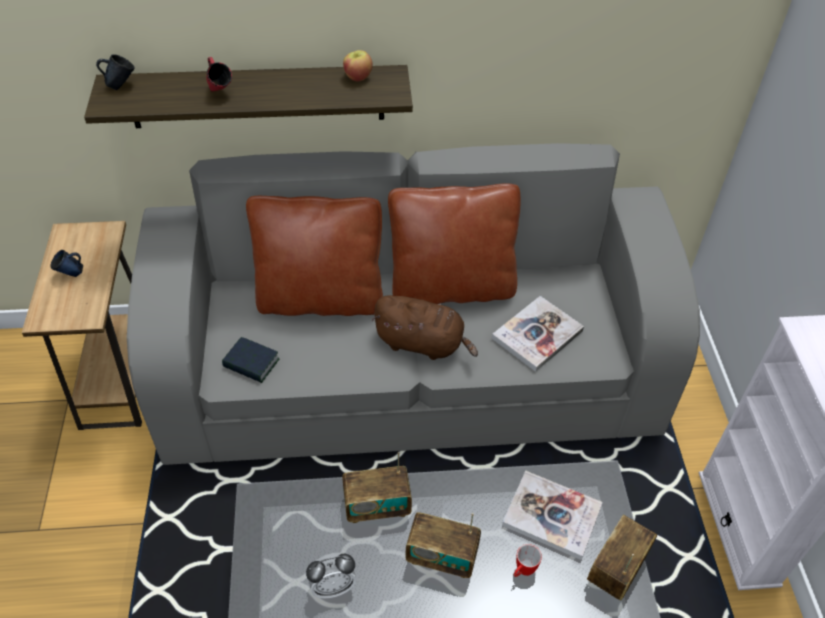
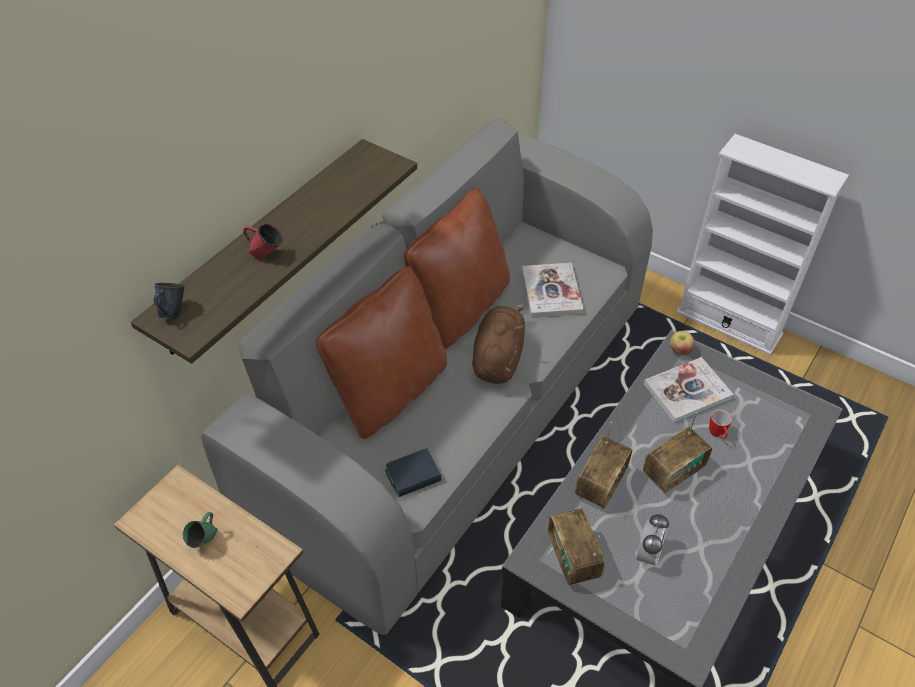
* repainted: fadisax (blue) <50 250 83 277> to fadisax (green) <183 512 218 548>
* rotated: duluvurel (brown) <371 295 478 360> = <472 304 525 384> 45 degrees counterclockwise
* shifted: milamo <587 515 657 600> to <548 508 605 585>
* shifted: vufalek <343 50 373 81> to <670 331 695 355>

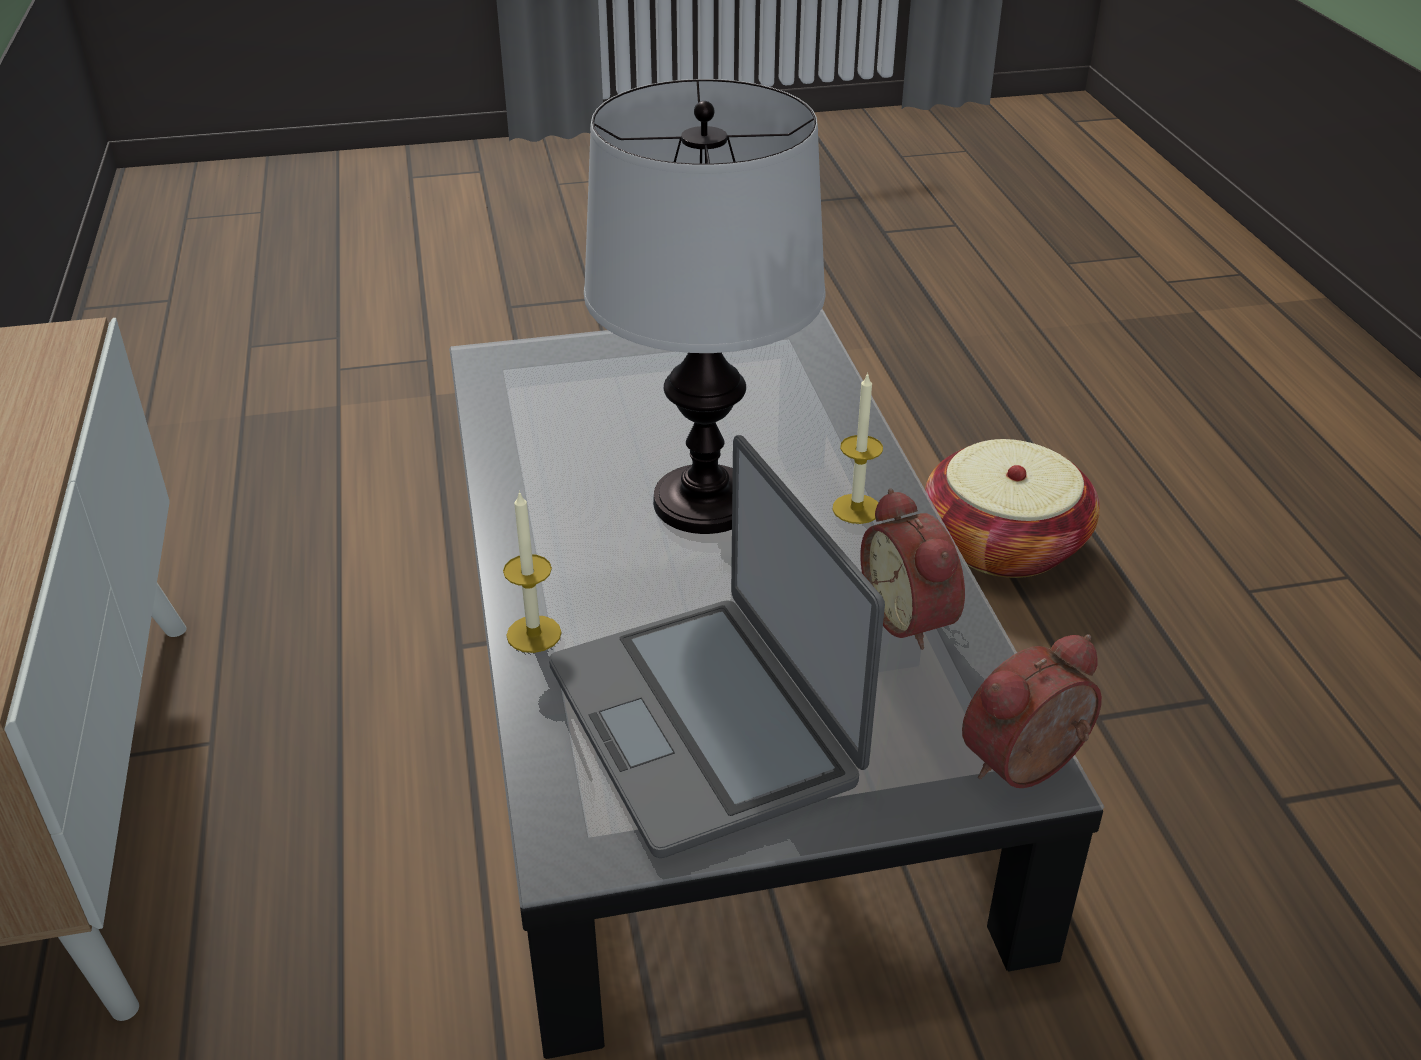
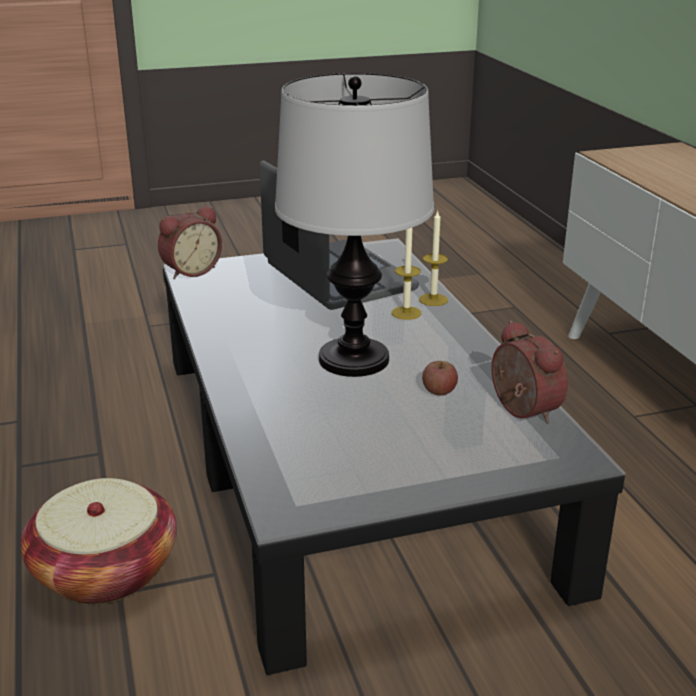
* shifted: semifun <833 372 883 524> to <392 228 421 320>
* new: vufalek <422 361 458 395>
* shifted: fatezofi <860 488 965 650> to <491 320 568 424>

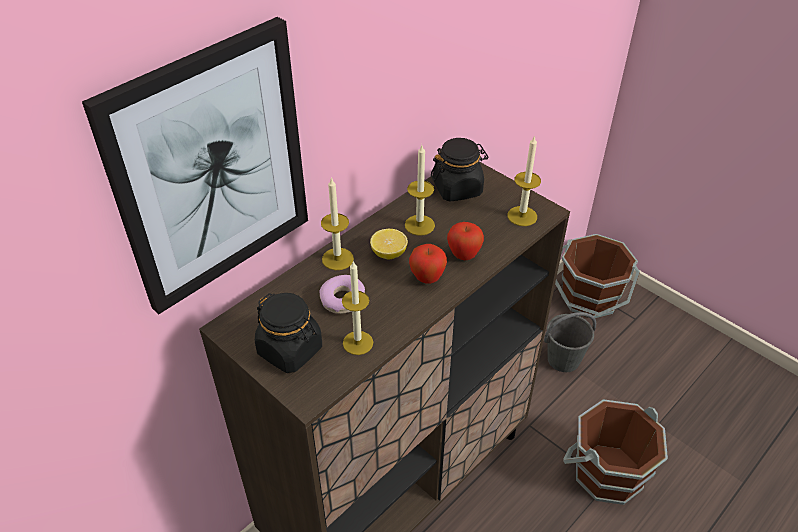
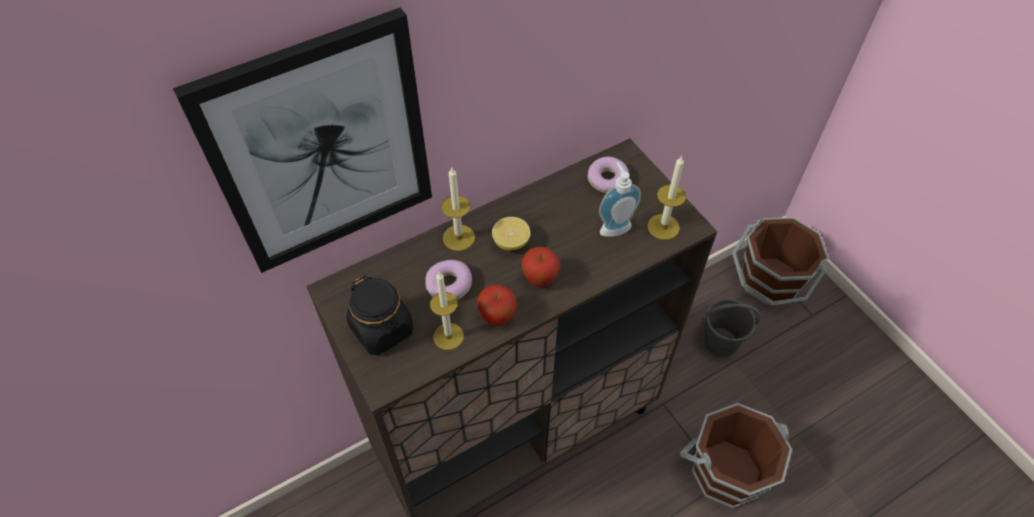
* shifted: vufalek <447 222 484 260> to <477 285 517 326>
* swapped: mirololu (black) <431 138 489 202> to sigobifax <587 156 629 193>
* new: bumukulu <599 162 641 237>
* gone: semifun <405 145 435 236>

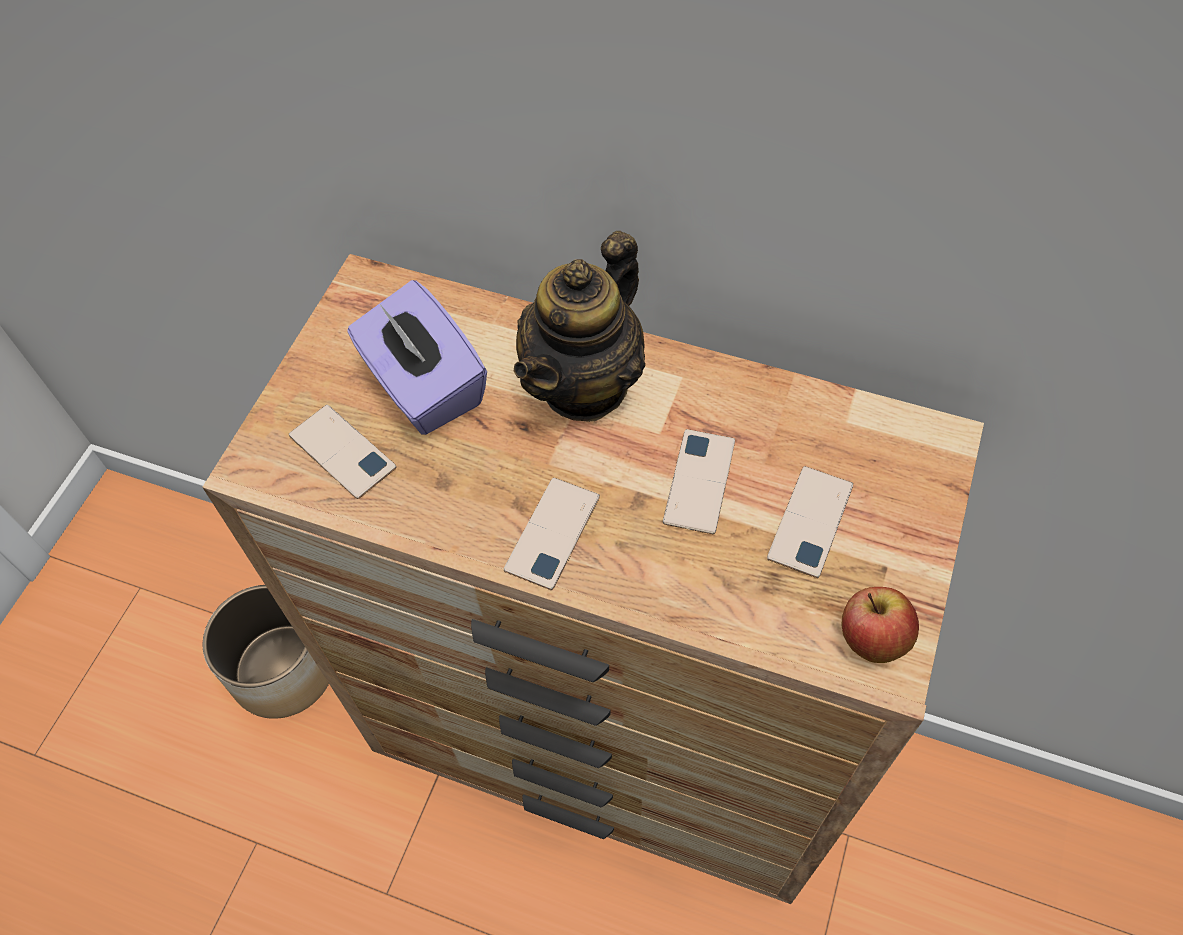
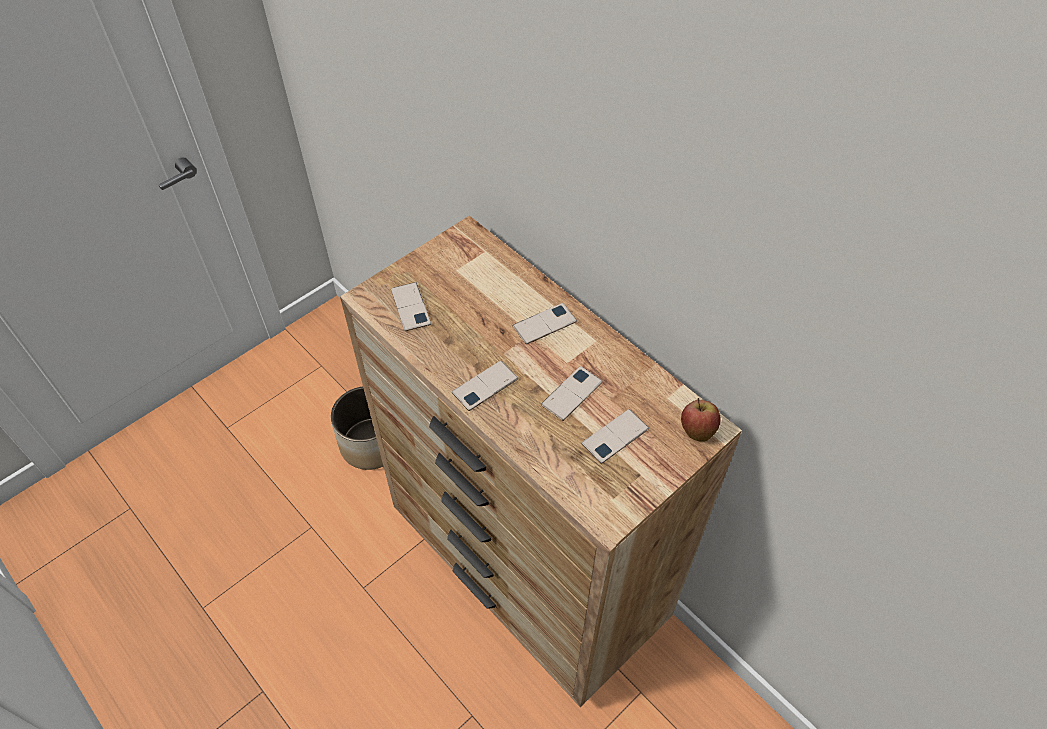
* swapped: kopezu <514 231 646 422> to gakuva <513 303 577 344>
* shifted: vufalek <842 587 919 663> to <681 398 720 442>
* gone: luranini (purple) <347 280 487 435>

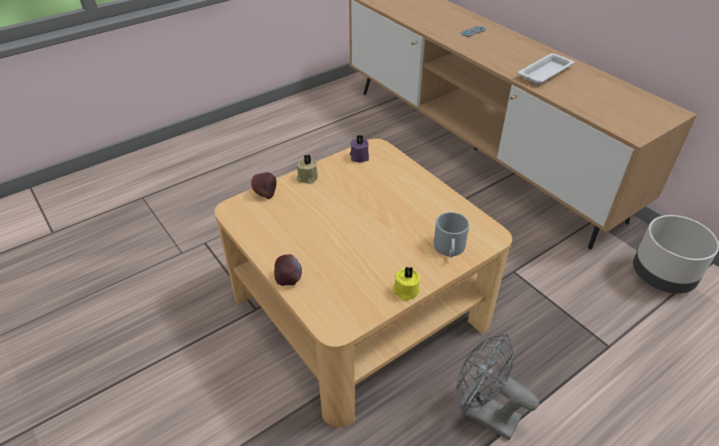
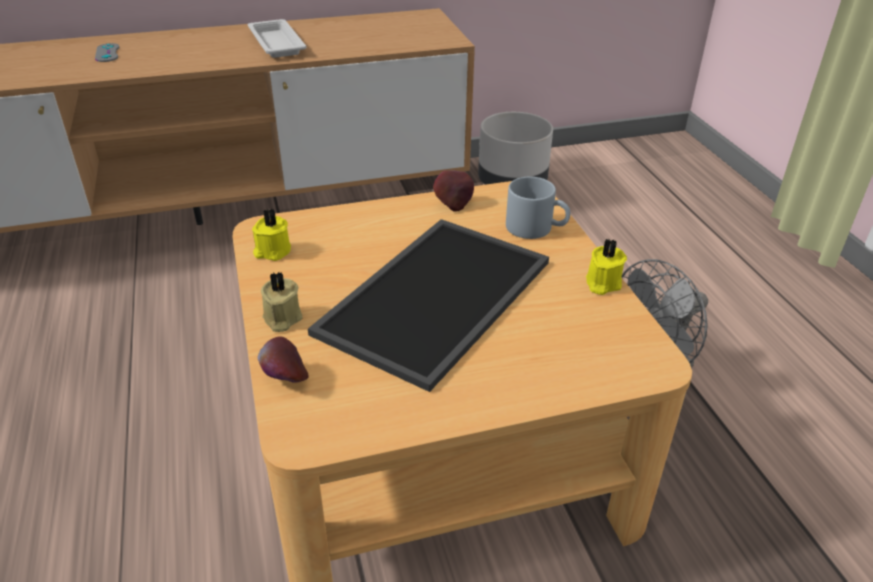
* repainted: semifun (purple) <350 134 369 163> to semifun (yellow) <252 209 291 261>
* new: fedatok <308 219 549 392>
* shifted: vufalek <274 254 302 286> to <433 170 474 212>

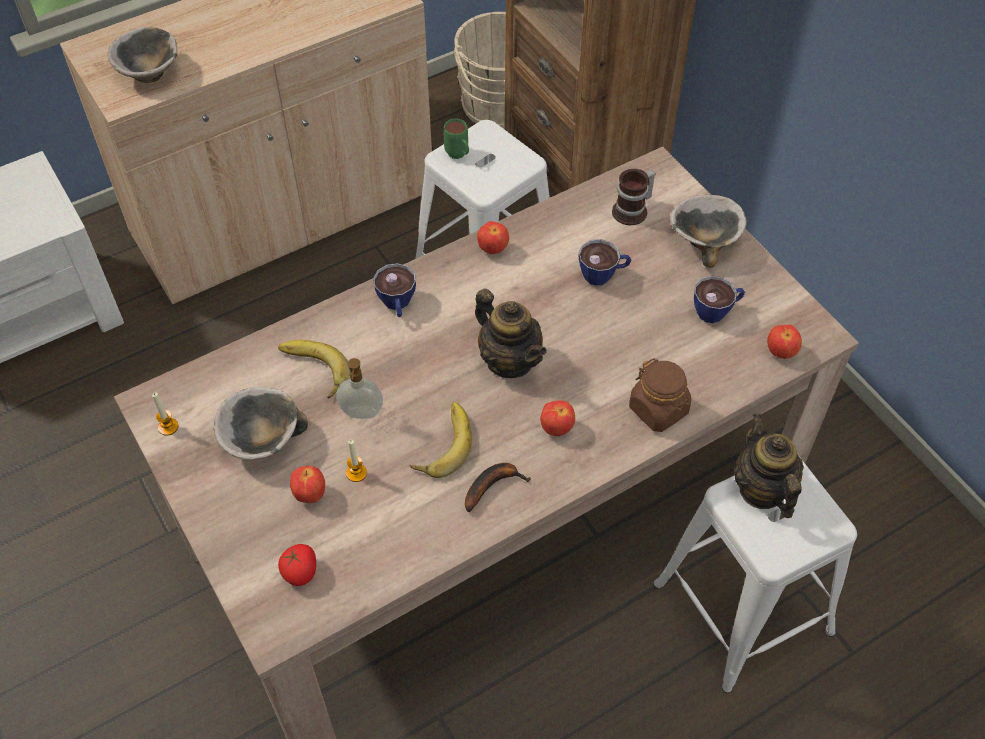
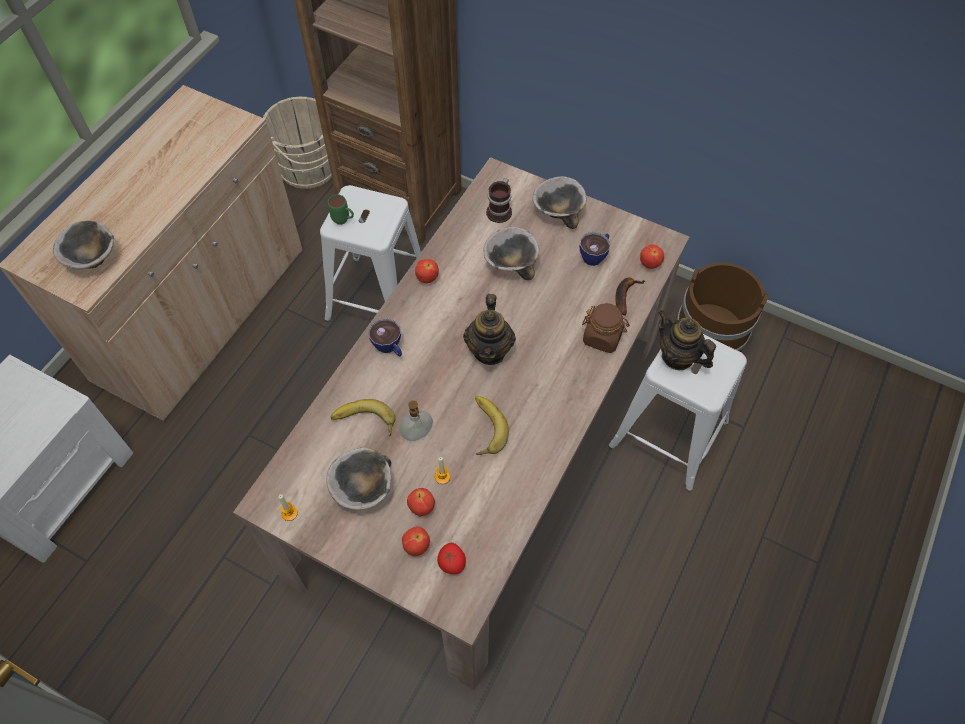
* shifted: vufalek <540 400 575 436> to <402 526 430 556>
* rotated: kopezu <475 289 547 378> = <463 294 516 365> 75 degrees clockwise
* swapped: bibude <579 239 631 286> to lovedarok <483 227 539 280>
* shifted: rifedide <465 463 531 512> to <615 278 645 316>
* new: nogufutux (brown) <676 262 769 360>

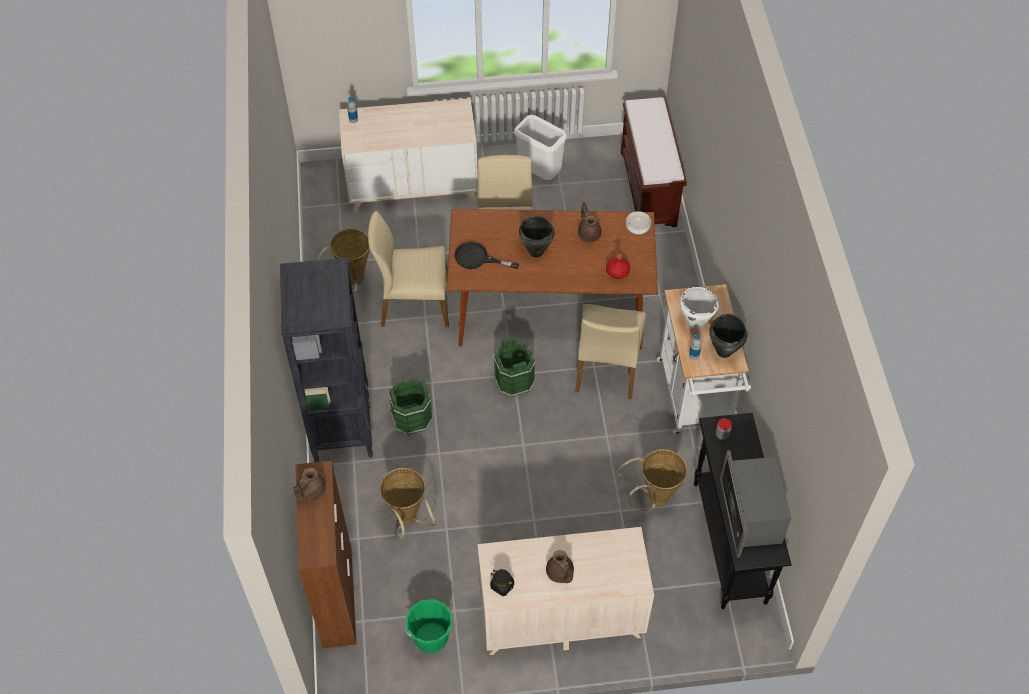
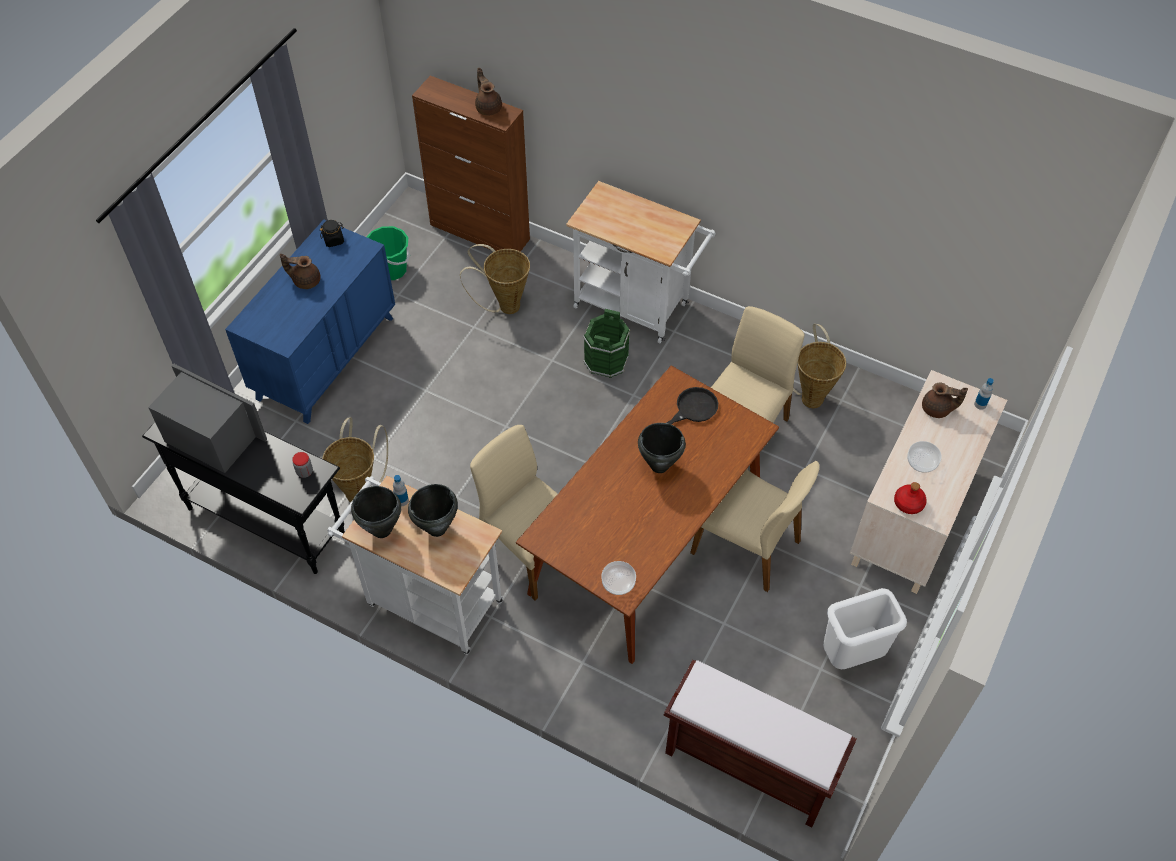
* repainted: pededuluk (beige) <477 527 654 655> to pededuluk (blue) <225 220 395 424>
* repainted: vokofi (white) <680 287 719 329> to vokofi (black) <408 484 458 537>
* swapped: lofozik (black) <280 258 373 462> to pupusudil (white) <566 181 716 343>
* shifted: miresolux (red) <606 253 630 279> to <894 482 927 514>
* new: lovedarok <907 441 942 473>
* shifted: kopezu (brown) <578 202 601 242> to <922 383 968 418>
* gone: nogufutux (green) <493 337 536 397>

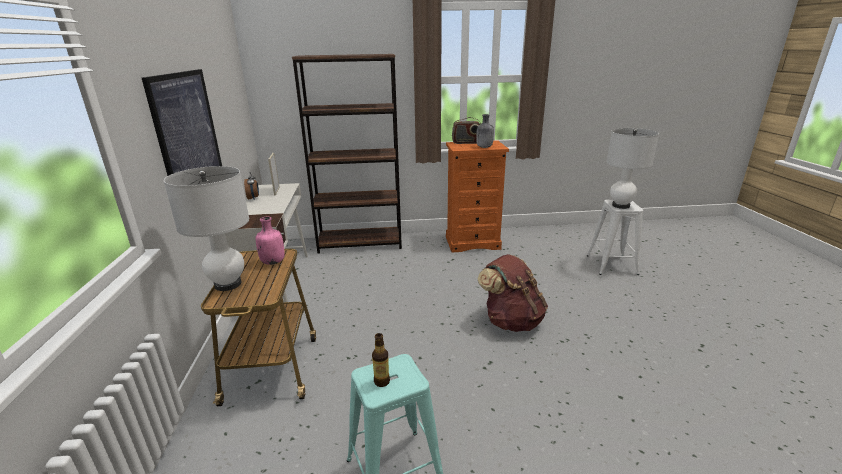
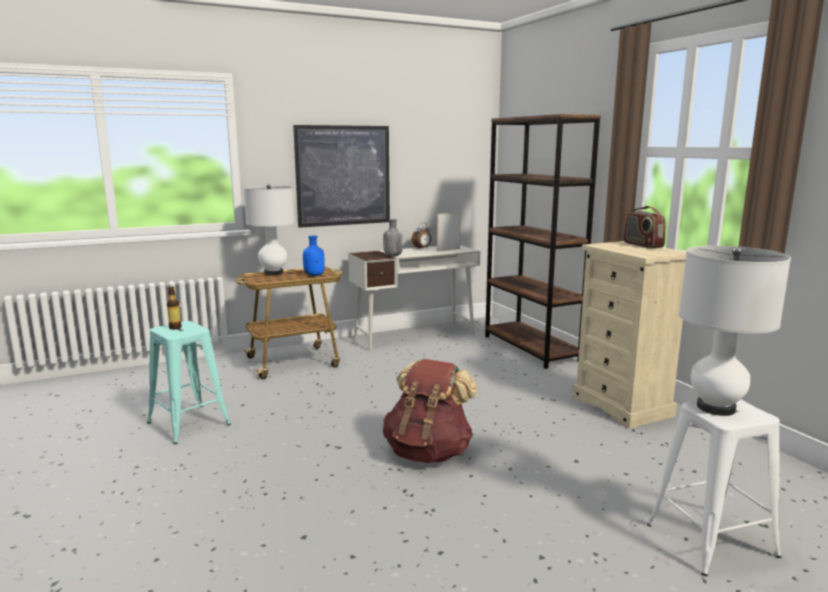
* repainted: miresolux (pink) <256 217 285 265> to miresolux (blue) <303 236 325 276>
* shifted: miresolux (grey) <476 114 494 148> to <383 219 403 256>
* repainted: pededuluk (orange) <446 140 509 252> to pededuluk (beige) <573 241 686 429>

